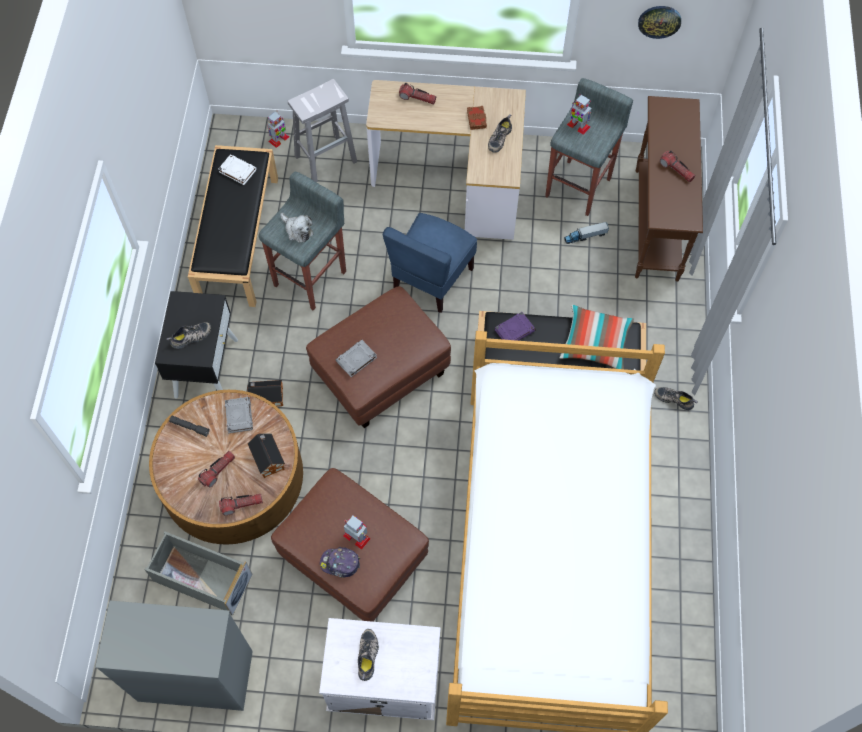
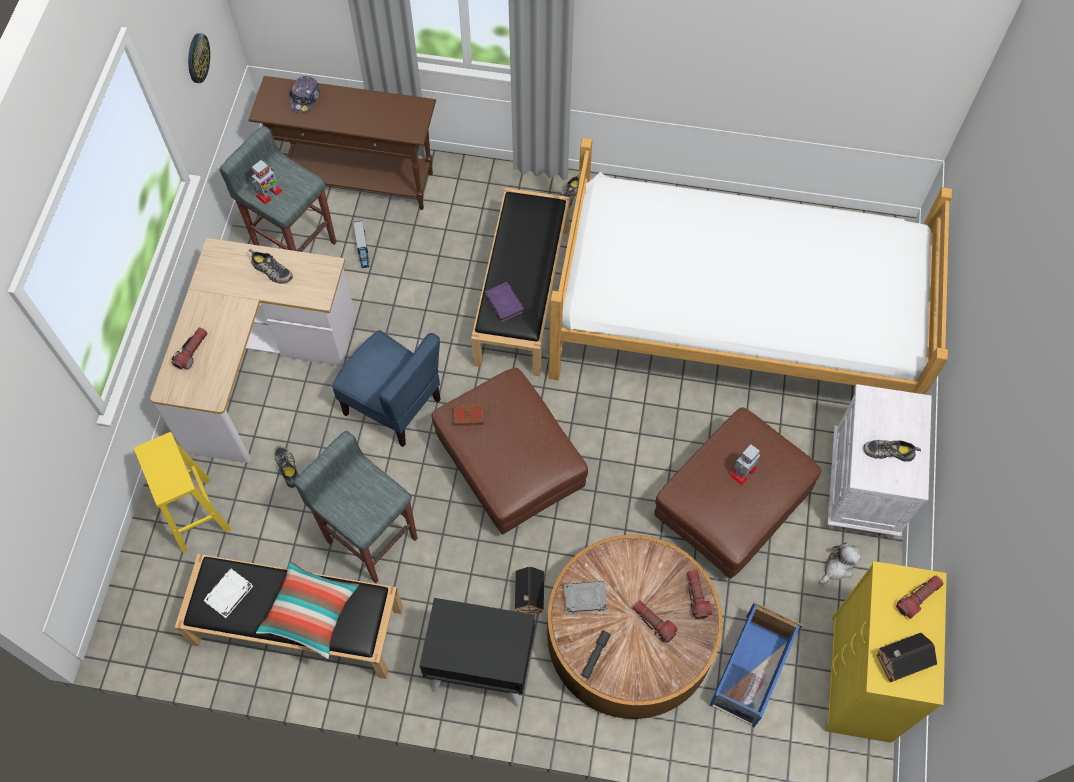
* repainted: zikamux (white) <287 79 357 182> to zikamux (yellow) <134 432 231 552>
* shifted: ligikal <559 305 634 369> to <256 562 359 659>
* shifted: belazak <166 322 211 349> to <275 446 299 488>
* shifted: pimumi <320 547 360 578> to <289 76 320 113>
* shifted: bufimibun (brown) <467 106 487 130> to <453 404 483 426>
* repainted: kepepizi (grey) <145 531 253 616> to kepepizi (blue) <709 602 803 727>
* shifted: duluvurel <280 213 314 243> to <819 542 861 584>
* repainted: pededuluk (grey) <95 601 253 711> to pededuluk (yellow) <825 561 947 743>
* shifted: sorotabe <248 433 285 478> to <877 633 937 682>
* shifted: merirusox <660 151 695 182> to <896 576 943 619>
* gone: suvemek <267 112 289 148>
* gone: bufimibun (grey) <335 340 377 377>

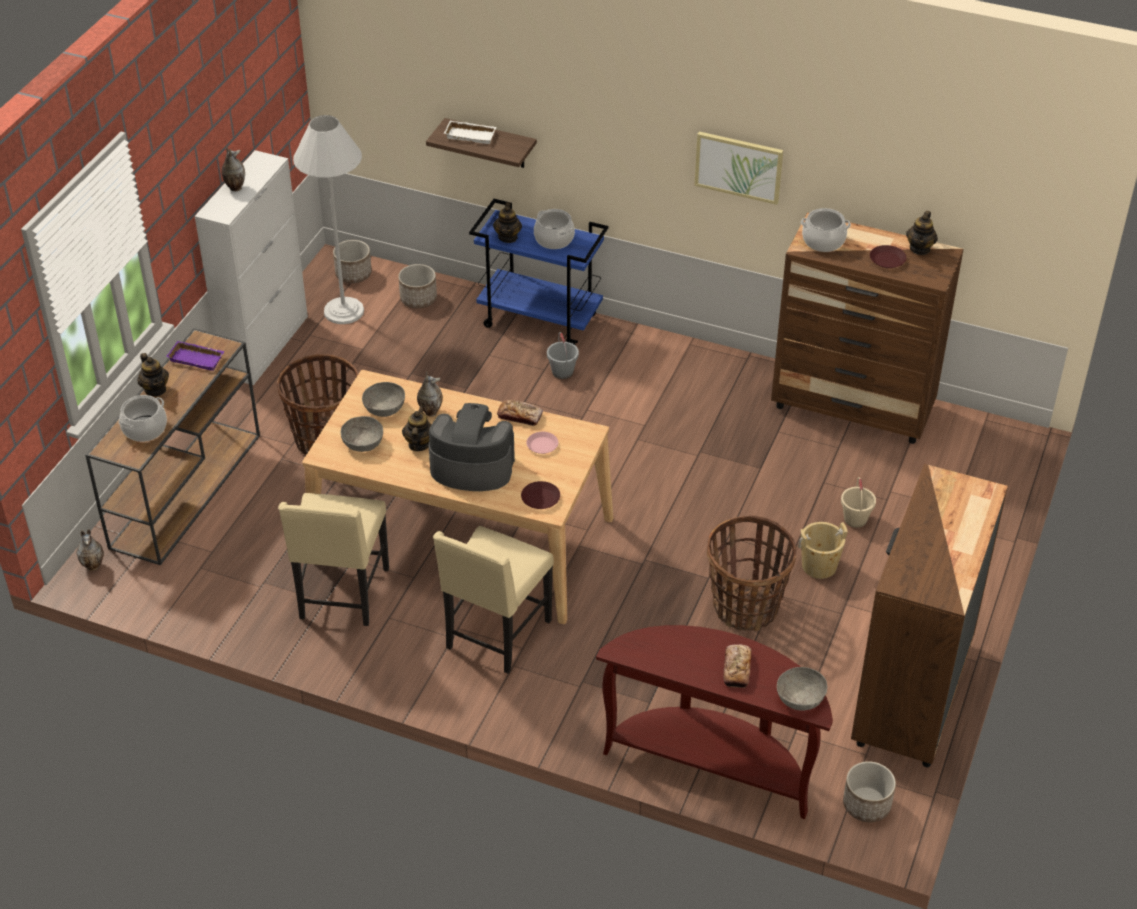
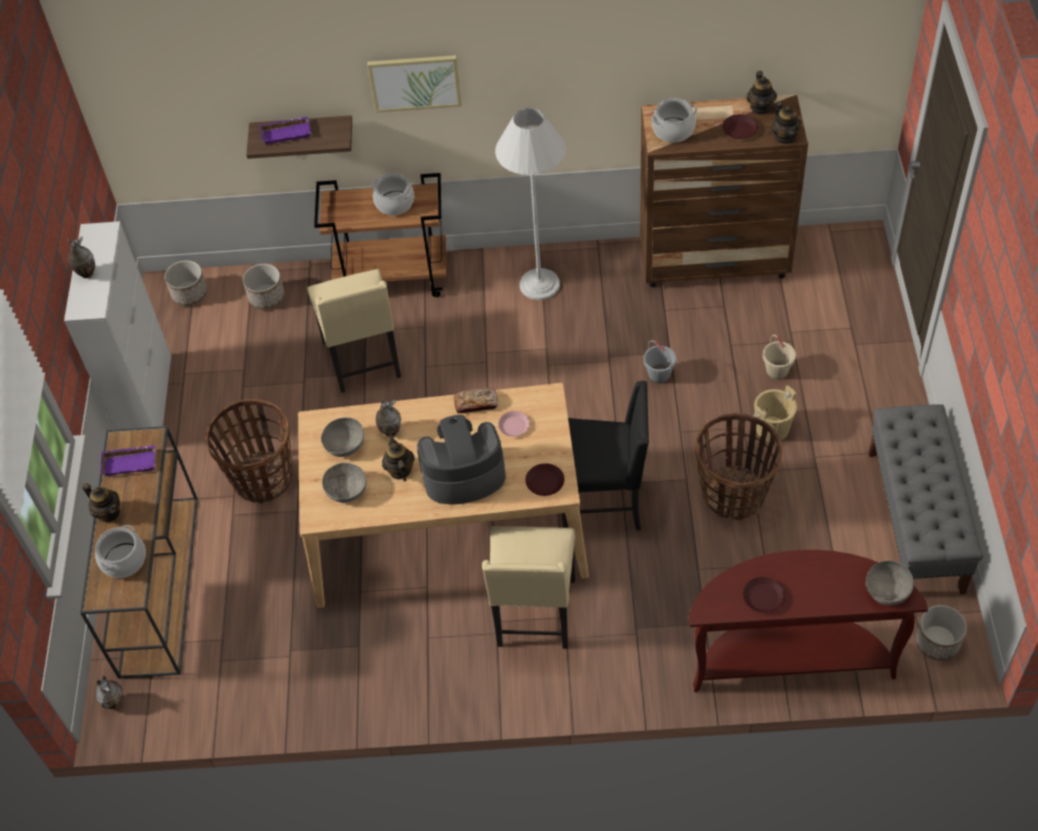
* repainted: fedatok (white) <444 120 497 144> to fedatok (purple) <259 116 311 145>
* shifted: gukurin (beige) <278 493 389 626> to <307 269 401 393>
* repainted: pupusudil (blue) <469 199 608 346> to pupusudil (brown) <314 173 447 297>
* shifted: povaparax <695 132 783 205> to <367 55 462 113>
* shifted: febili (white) <293 115 364 324> to <495 108 566 300>
* new: gukurin (black) <562 381 649 530>
* shifted: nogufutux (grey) <547 332 579 379> to <643 340 676 384>
* new: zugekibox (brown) <743 577 785 613>
* shifted: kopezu <493 202 522 243> to <772 101 801 144>
* swapped: pededuluk (brown) <851 464 1008 767> to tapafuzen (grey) <869 404 983 594>
* gone: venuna <723 644 752 688>

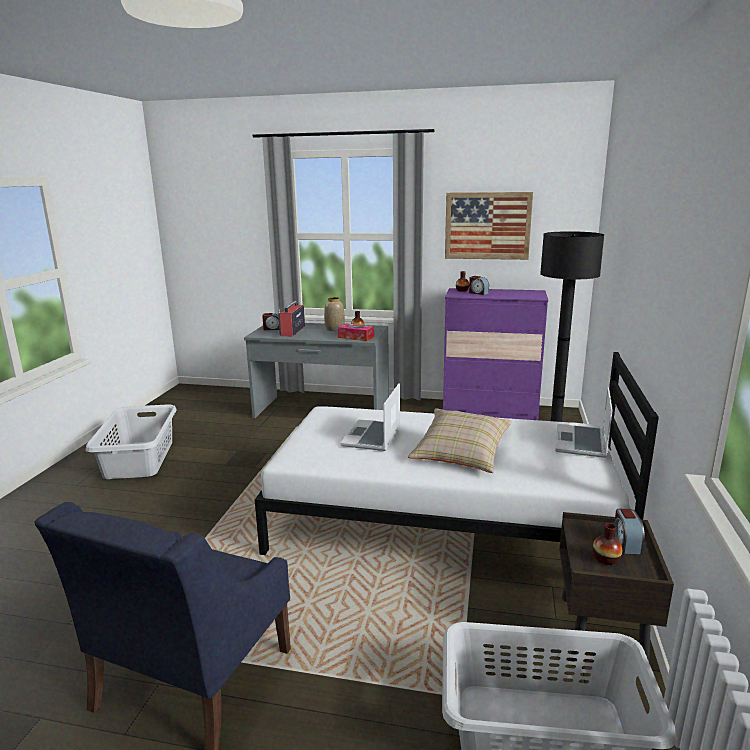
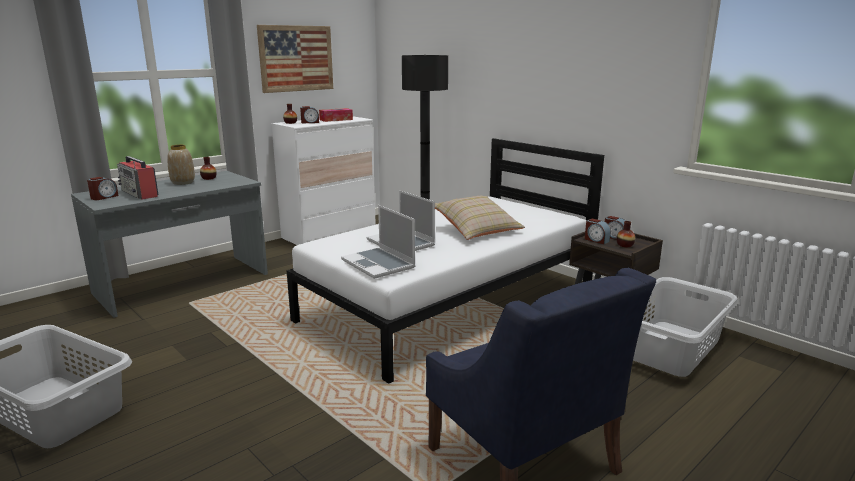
* repainted: pededuluk (purple) <443 288 548 420> to pededuluk (white) <271 116 376 245>
* shifted: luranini <338 323 374 341> to <319 108 353 122>
* shifted: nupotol <555 387 613 458> to <341 205 415 279>
* new: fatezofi <585 219 611 244>

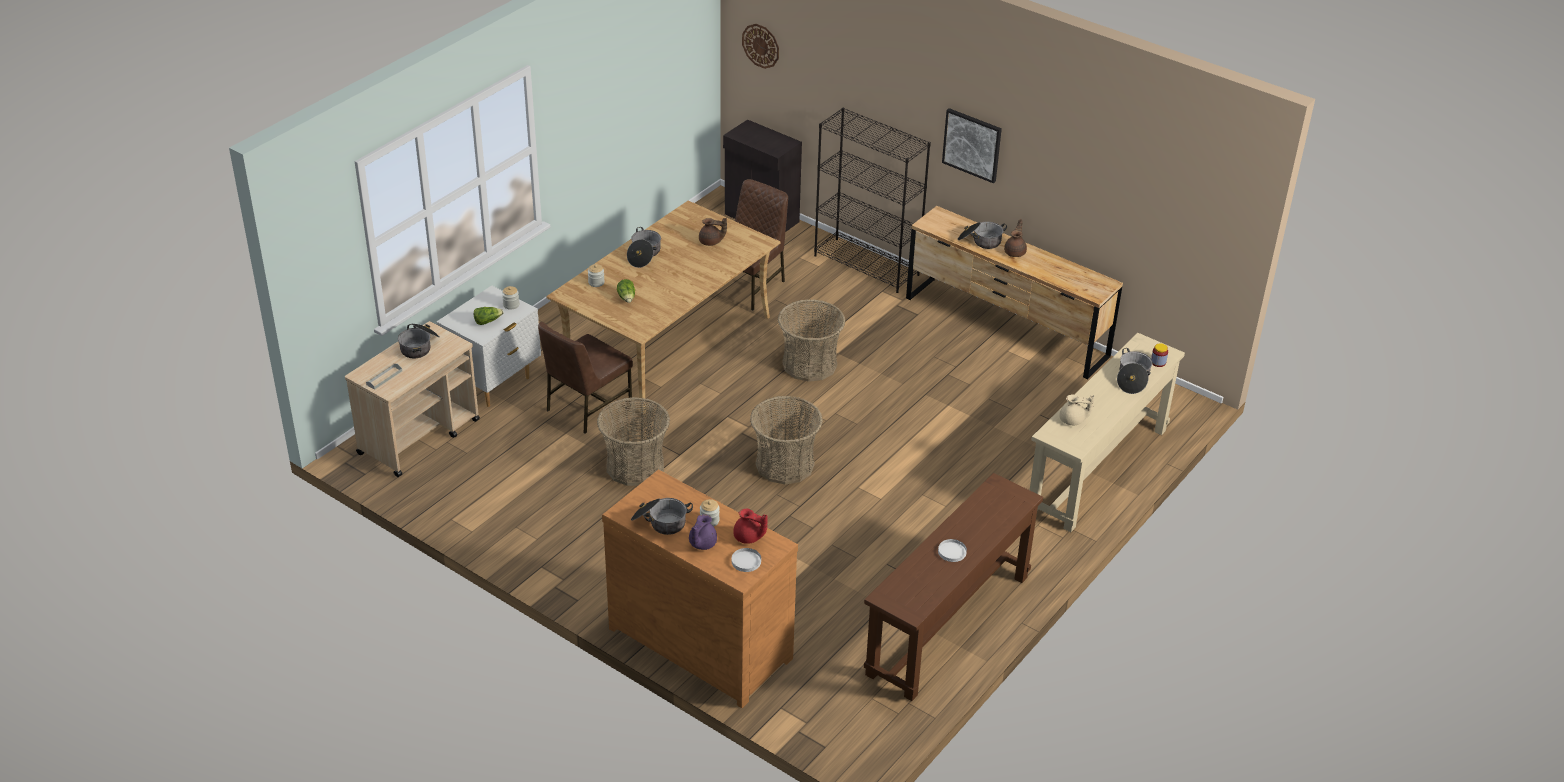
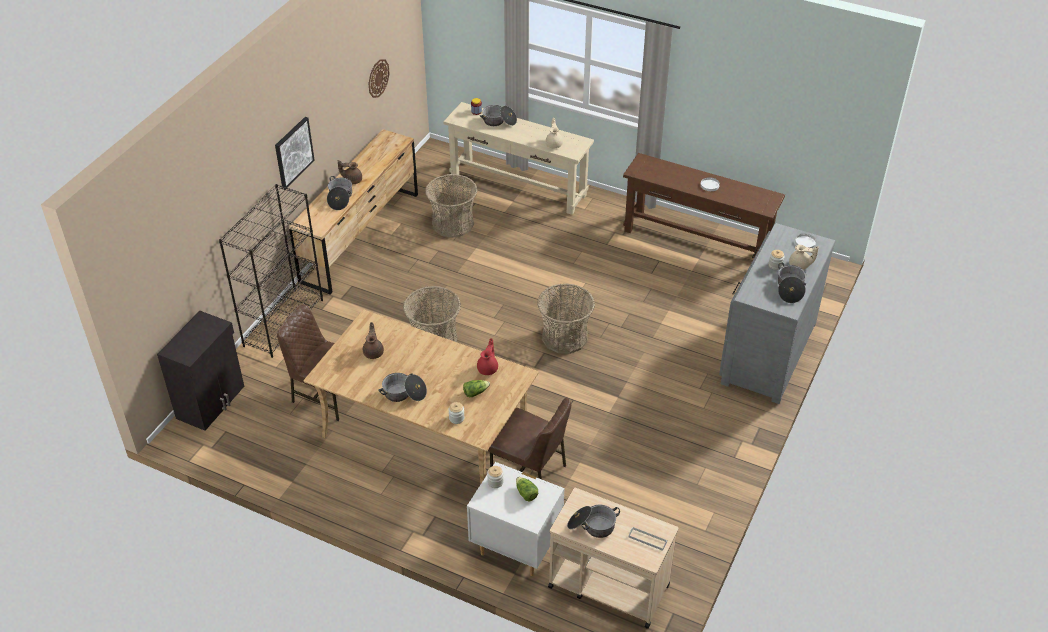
* shifted: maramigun <742 24 779 69> to <368 59 390 98>
* shifted: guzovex <597 397 670 486> to <425 174 477 238>
* shifted: kopezu (red) <733 509 768 544> to <477 338 498 375>
* repainted: pededuluk (brown) <602 469 798 708> to pededuluk (grey) <719 223 836 404>
* repainted: kopezu (purple) <689 514 717 550> to kopezu (beige) <789 245 819 269>

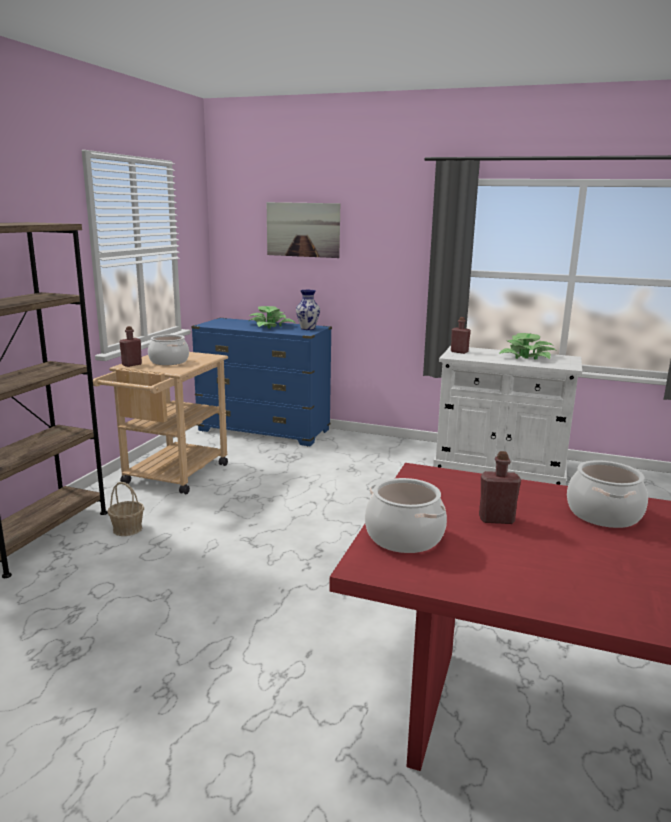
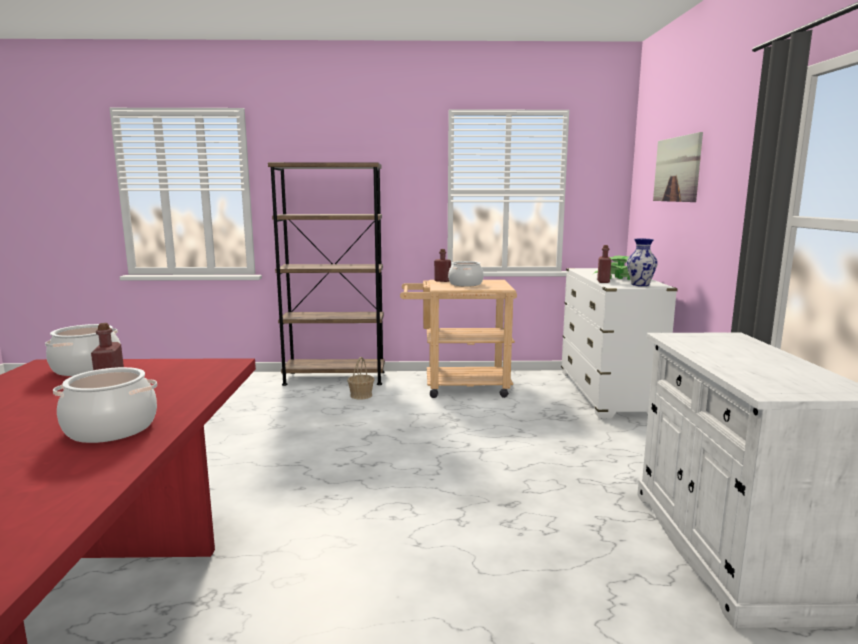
* repainted: pededuluk (blue) <191 318 332 446> to pededuluk (white) <561 268 678 418>
* shifted: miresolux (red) <451 317 471 354> to <597 245 611 283>
* gone: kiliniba <499 333 556 360>

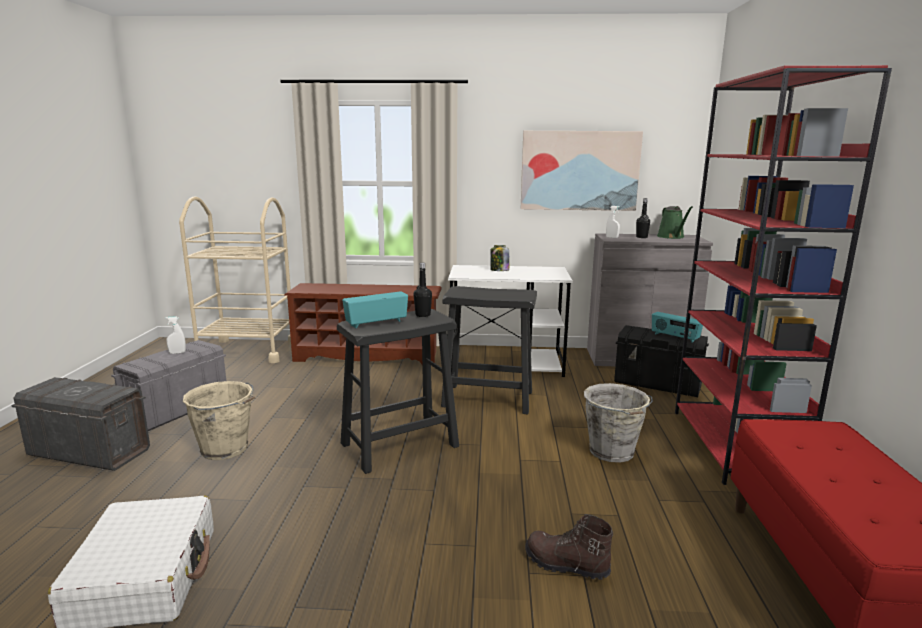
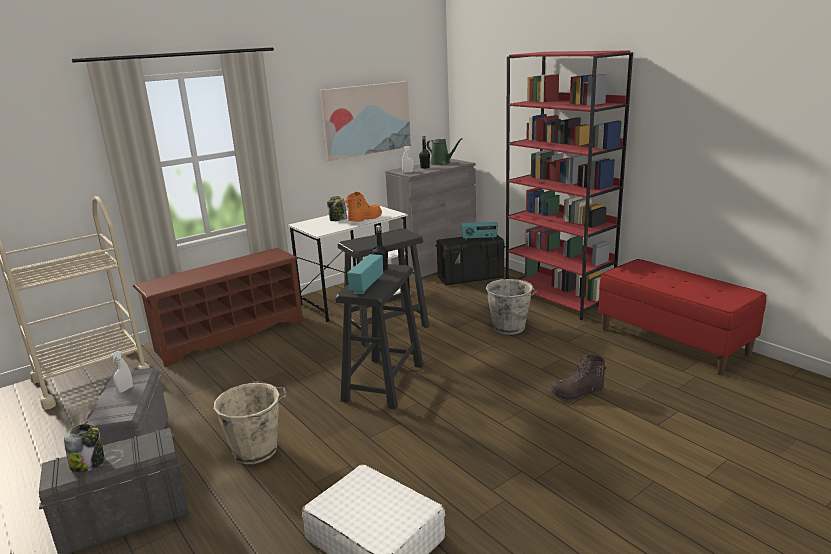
* new: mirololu <64 424 104 472>
* new: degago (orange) <345 192 382 222>

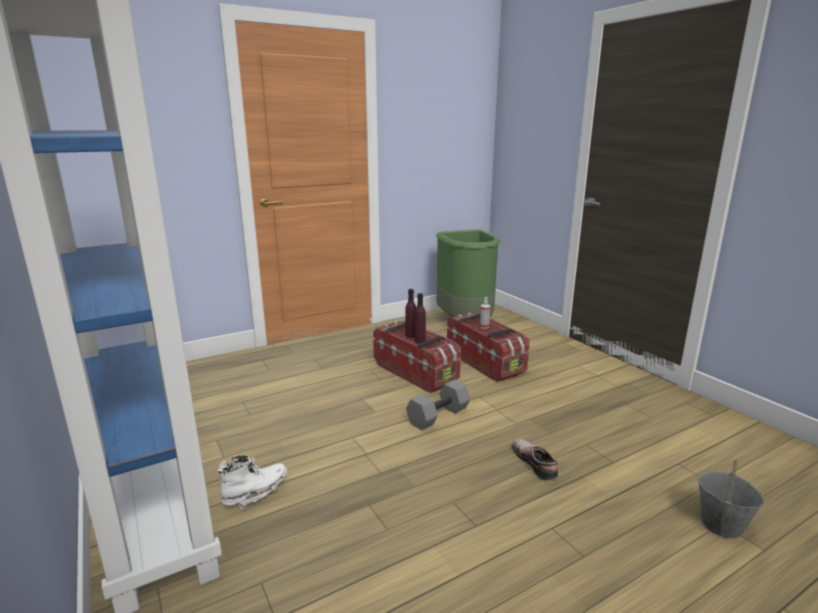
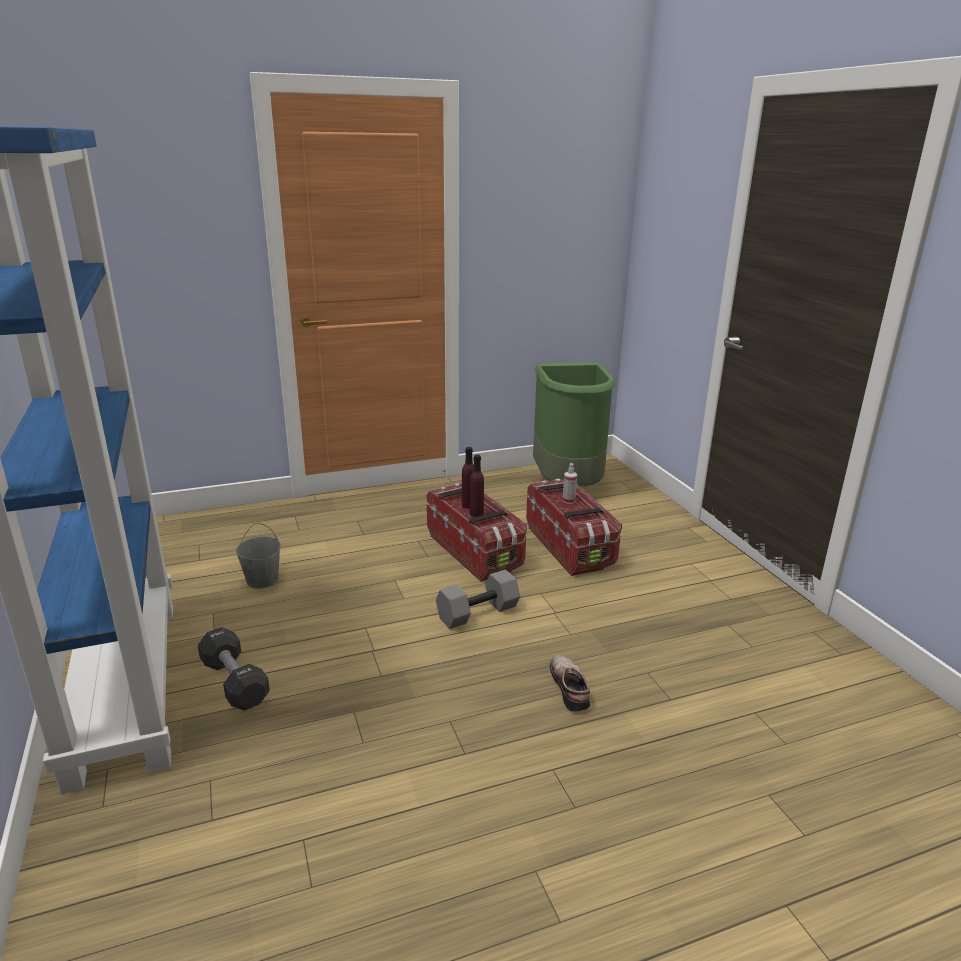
* swapped: degago (white) <217 455 287 511> to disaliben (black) <198 627 270 711>
* shifted: nogufutux (grey) <698 460 764 539> to <235 523 281 589>

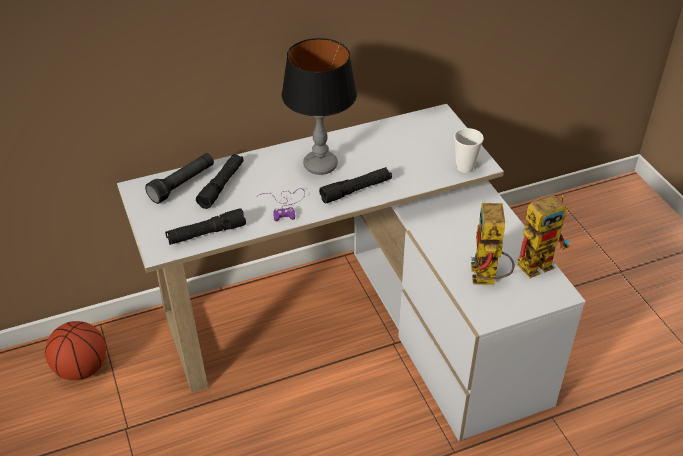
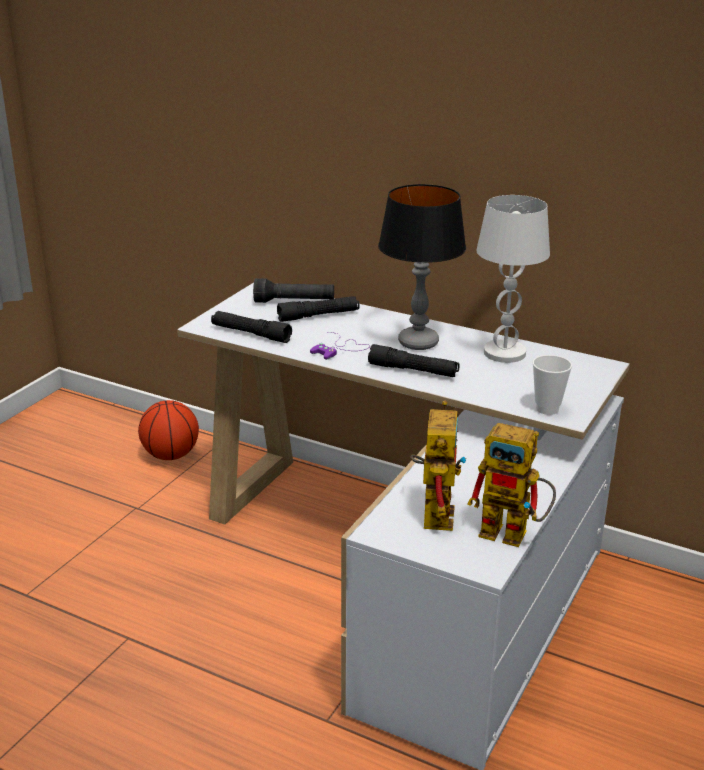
* rotated: suvemek <471 203 515 285> = <410 400 466 531> 135 degrees clockwise
* new: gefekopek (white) <476 195 550 363>

